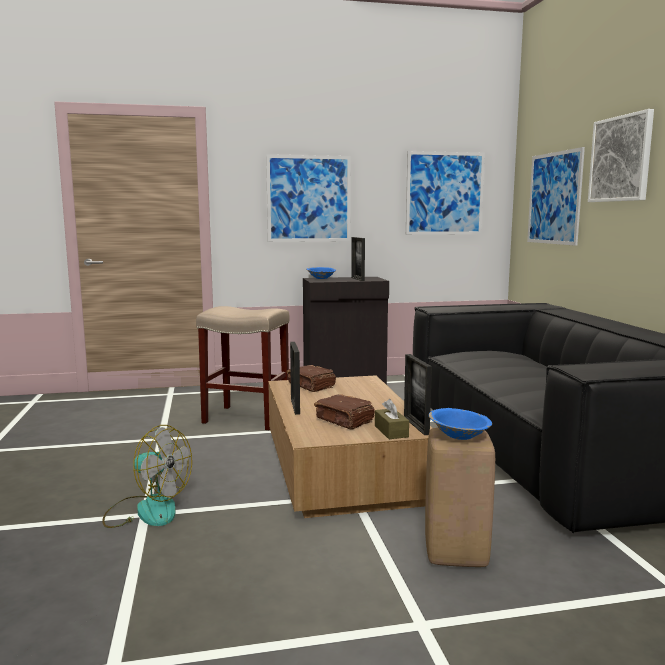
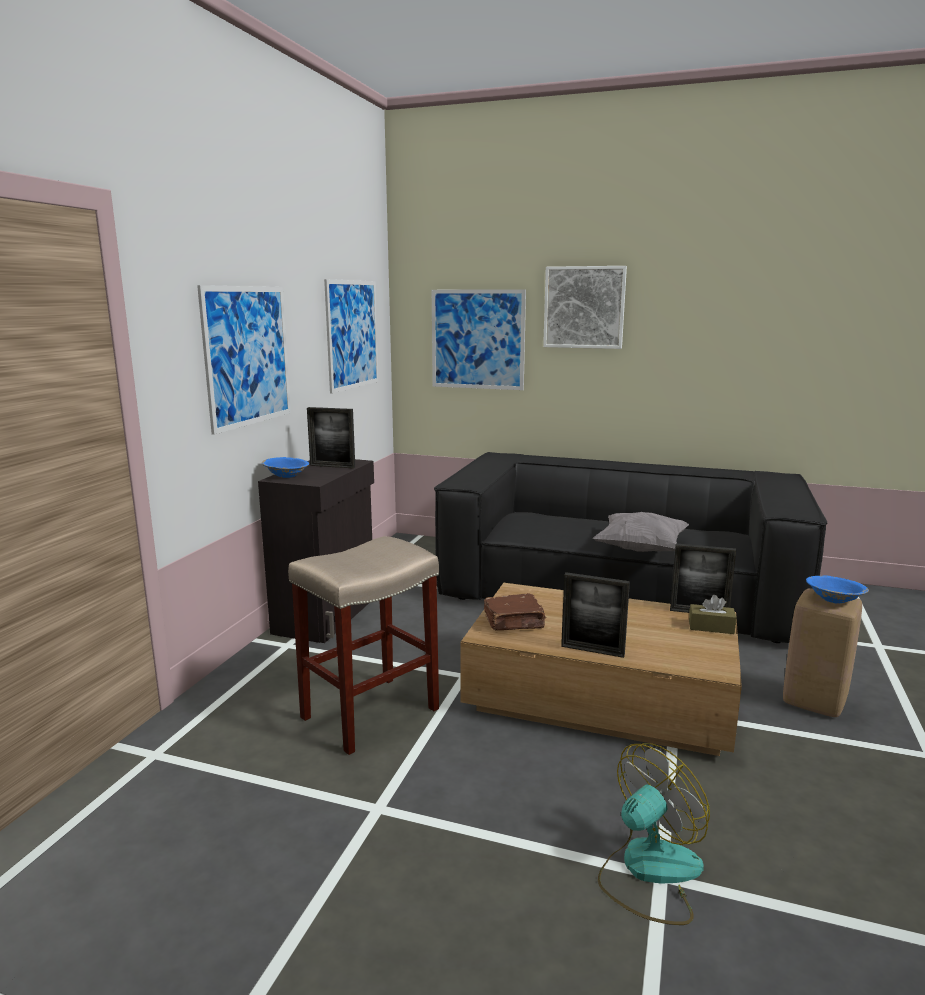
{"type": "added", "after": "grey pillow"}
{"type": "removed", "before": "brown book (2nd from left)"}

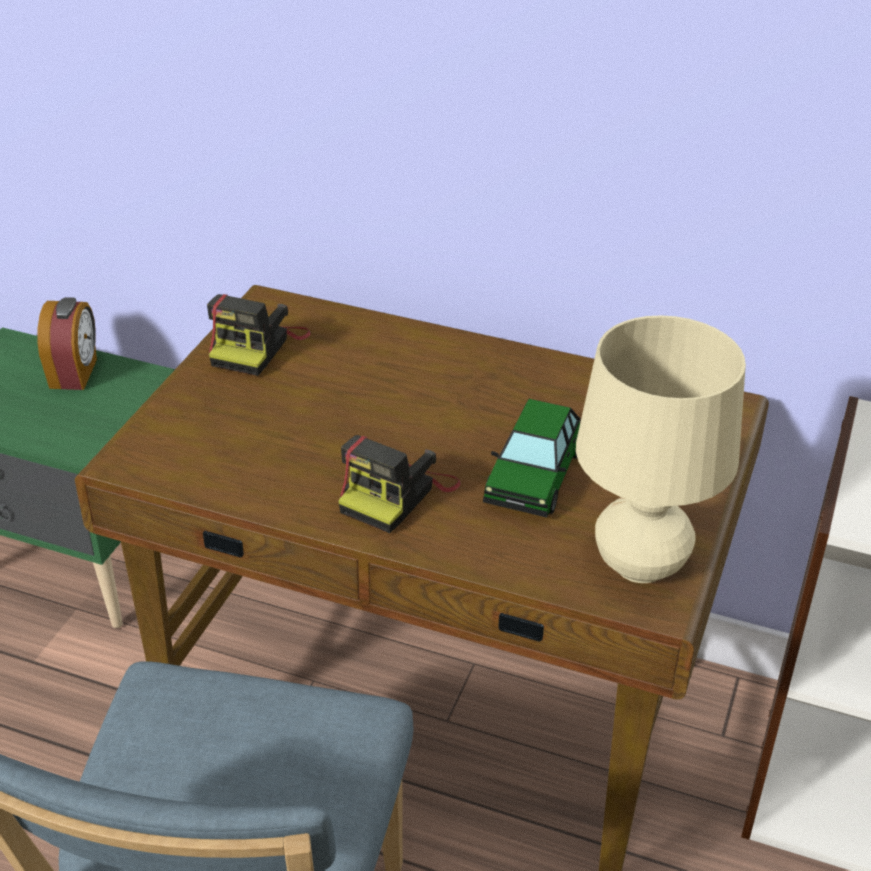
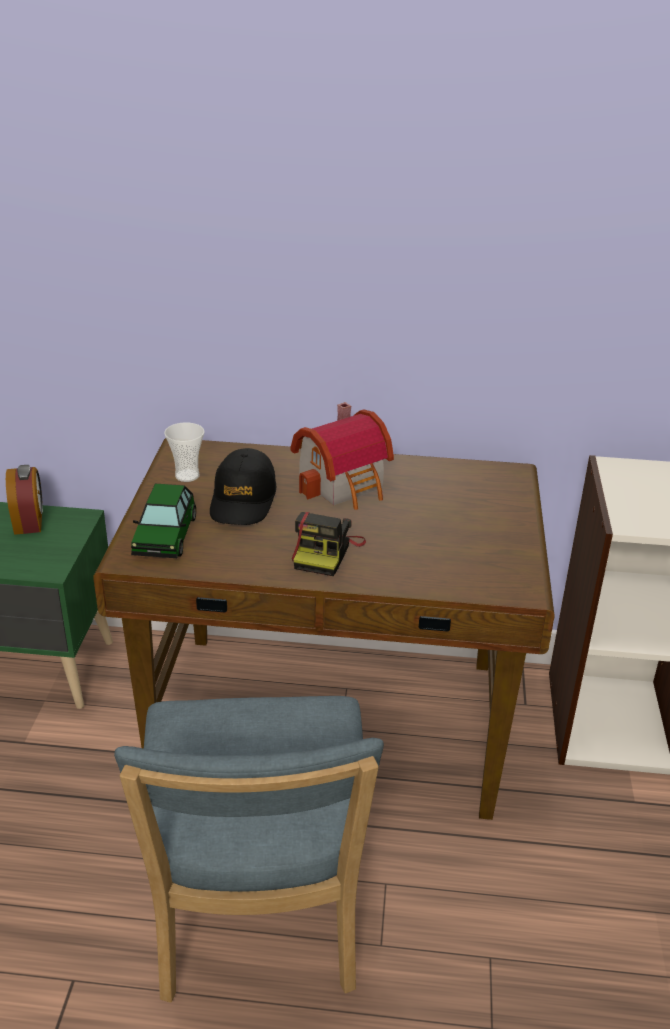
{"type": "moved", "before": "toy car"}
{"type": "replaced", "before": "photo camera (1st from left)", "after": "cup"}
{"type": "added", "after": "black cap"}
{"type": "added", "after": "toy house"}
{"type": "removed", "before": "beige table lamp"}

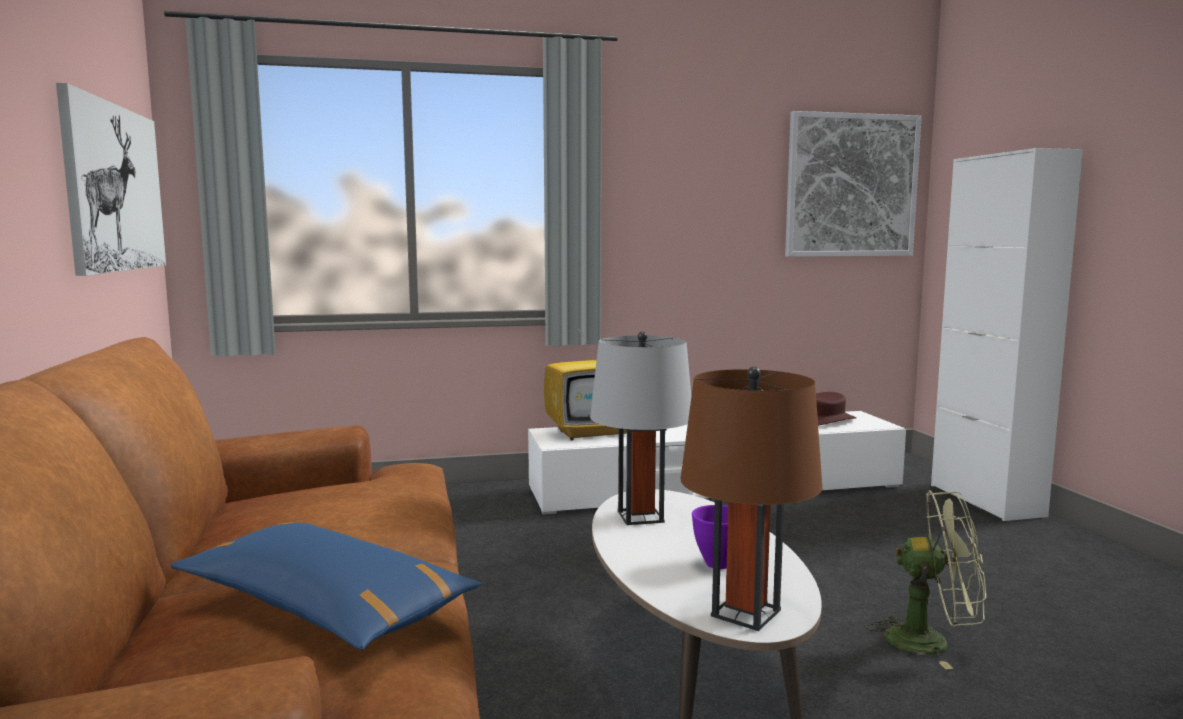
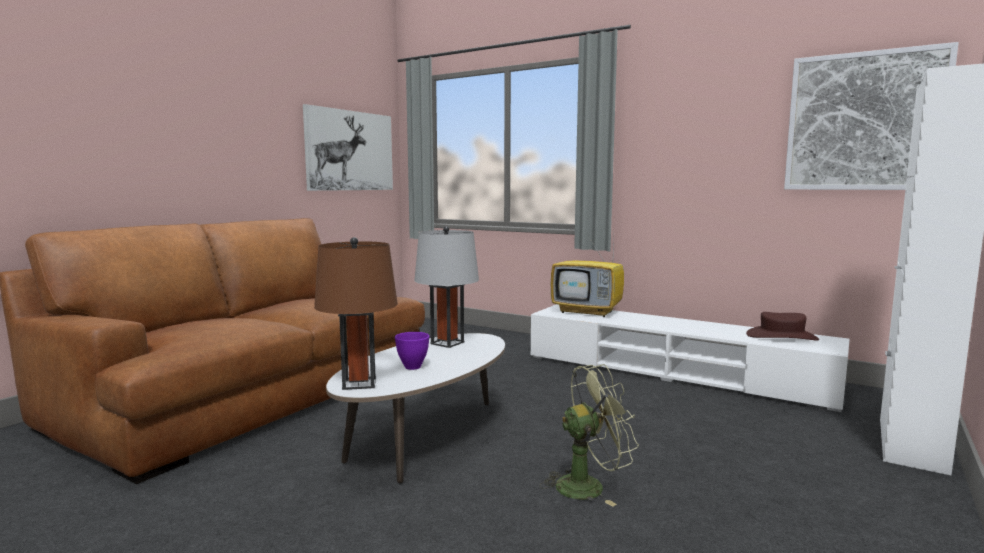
{"type": "turned", "before": "green fan", "turn": -75}
{"type": "removed", "before": "blue pillow"}

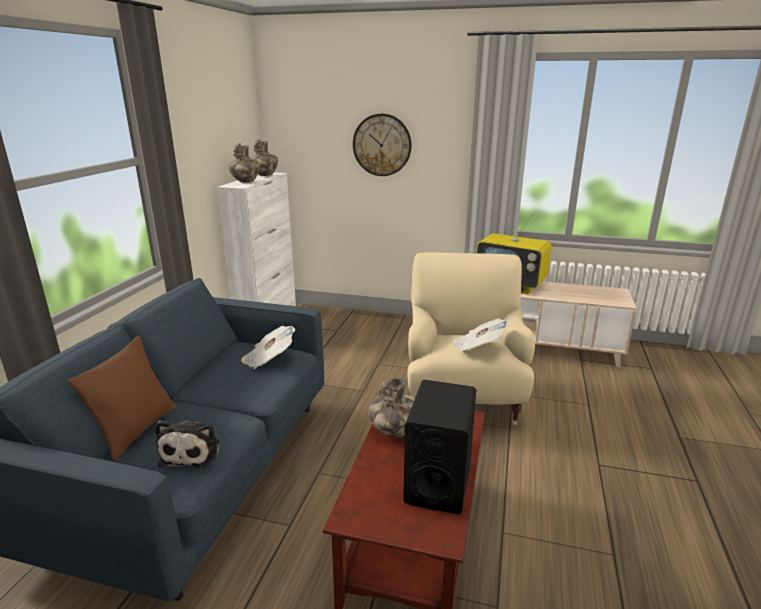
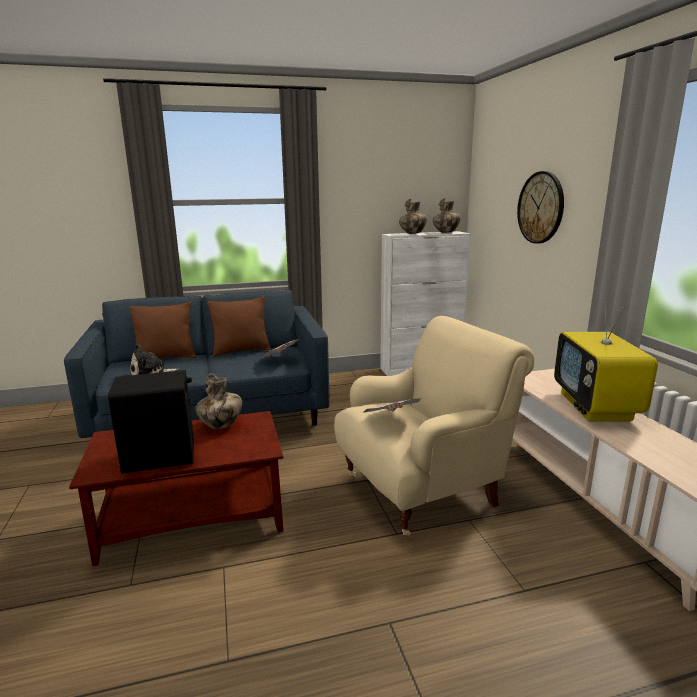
{"type": "added", "after": "brown pillow (2nd from left)"}

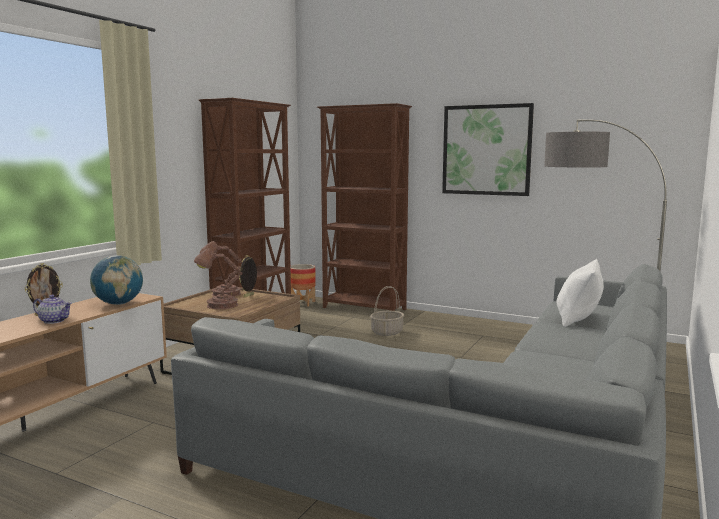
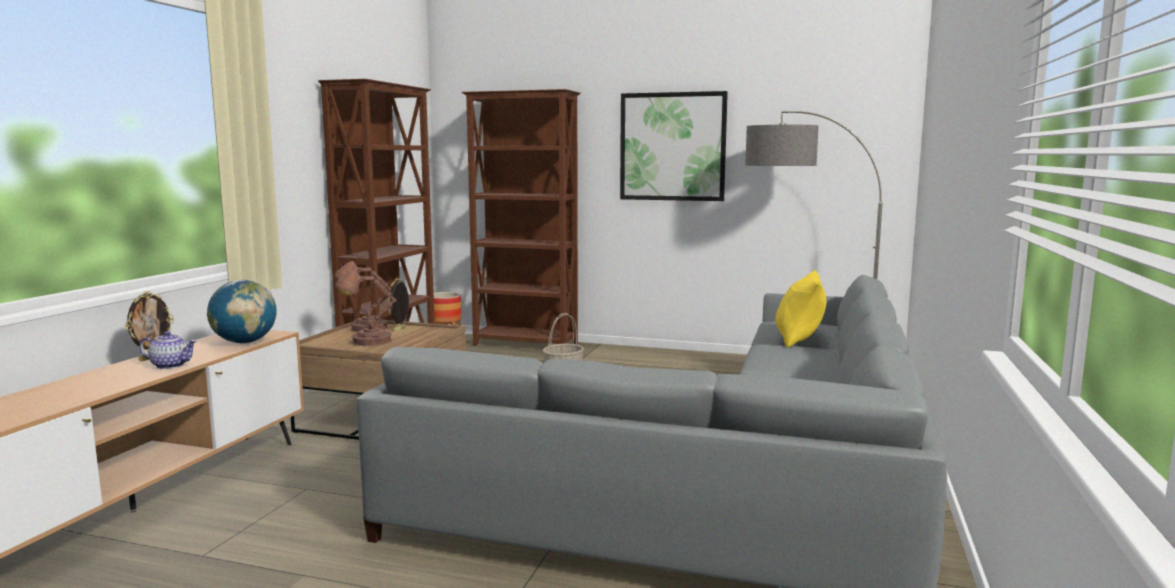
{"type": "recoloured", "before": "white pillow", "after": "yellow pillow"}

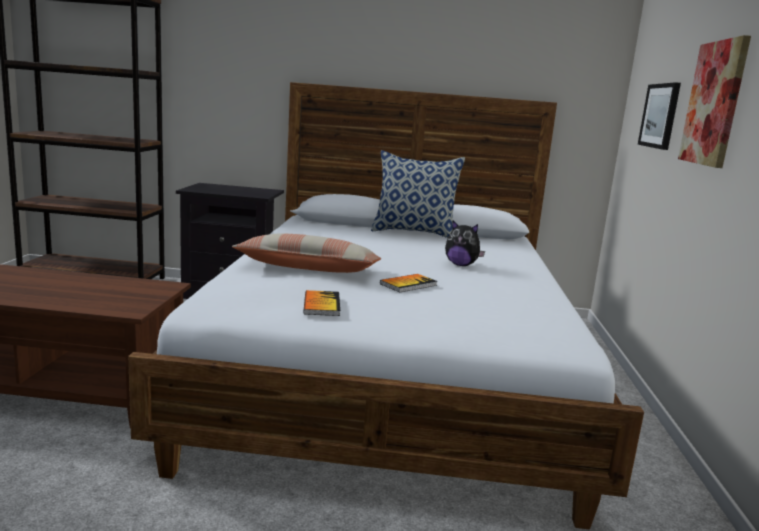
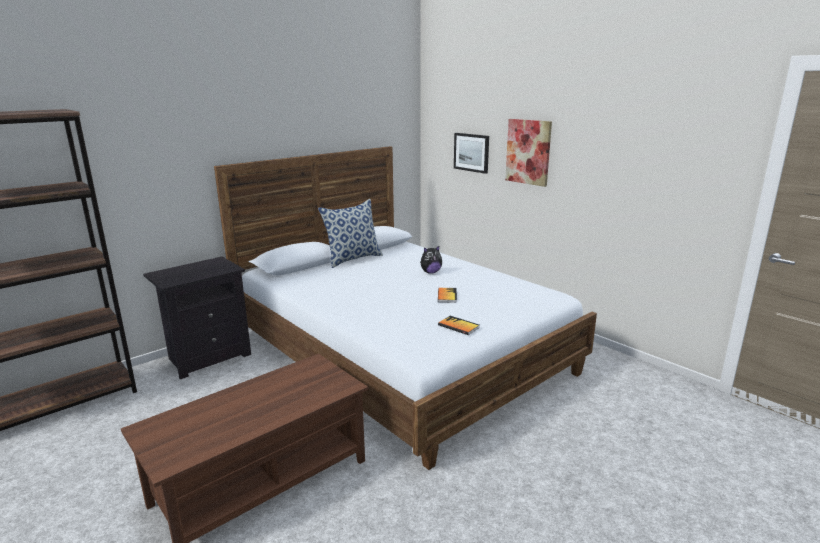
{"type": "removed", "before": "pillow (1st from left)"}

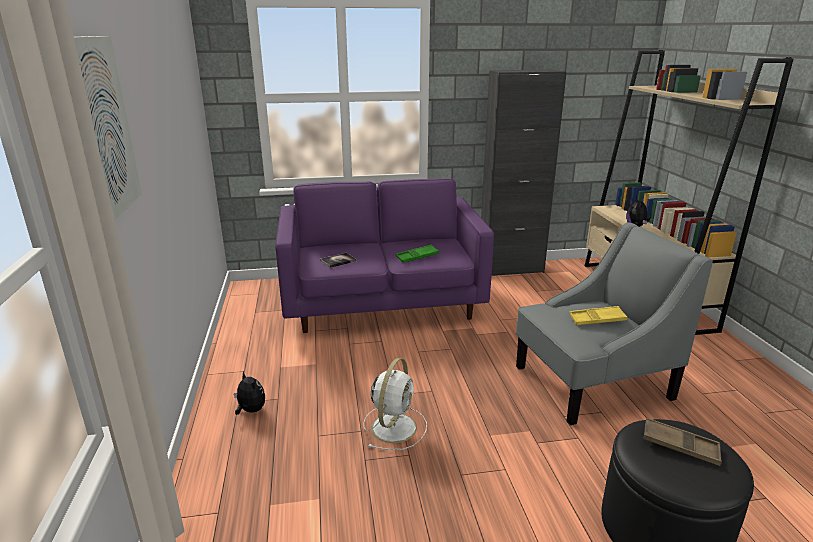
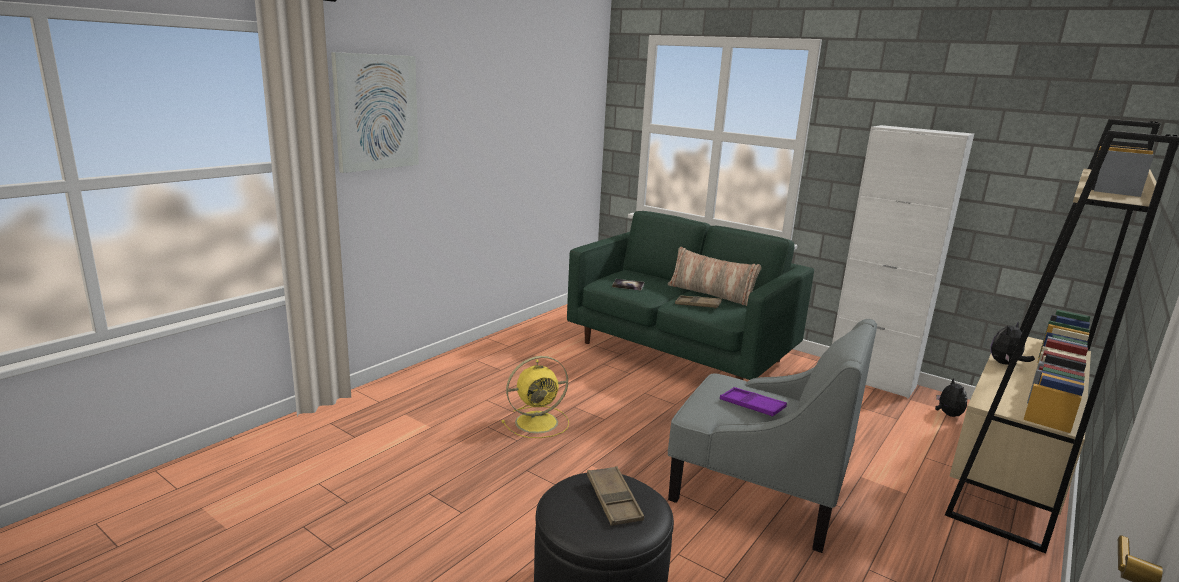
{"type": "recoloured", "before": "white fan", "after": "yellow fan"}
{"type": "recoloured", "before": "purple sofa", "after": "green sofa"}
{"type": "added", "after": "pillow"}
{"type": "recoloured", "before": "green tray", "after": "brown tray (2nd from left)"}
{"type": "recoloured", "before": "yellow tray", "after": "purple tray"}
{"type": "recoloured", "before": "black cabinet", "after": "white cabinet"}
{"type": "moved", "before": "plush toy (1st from left)"}

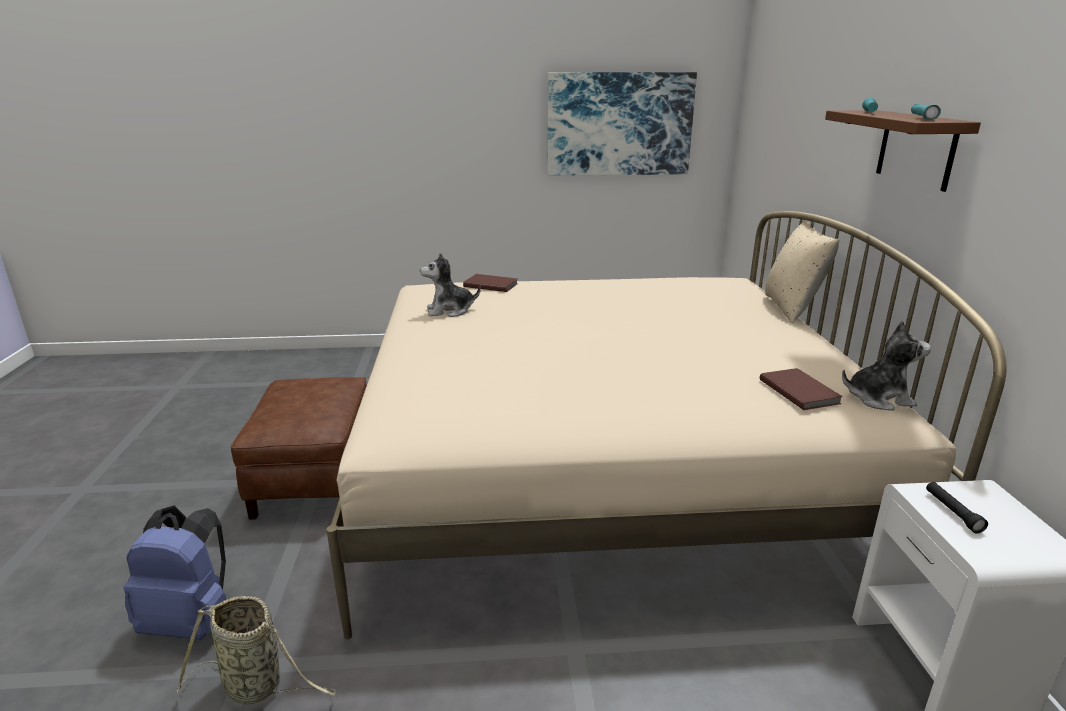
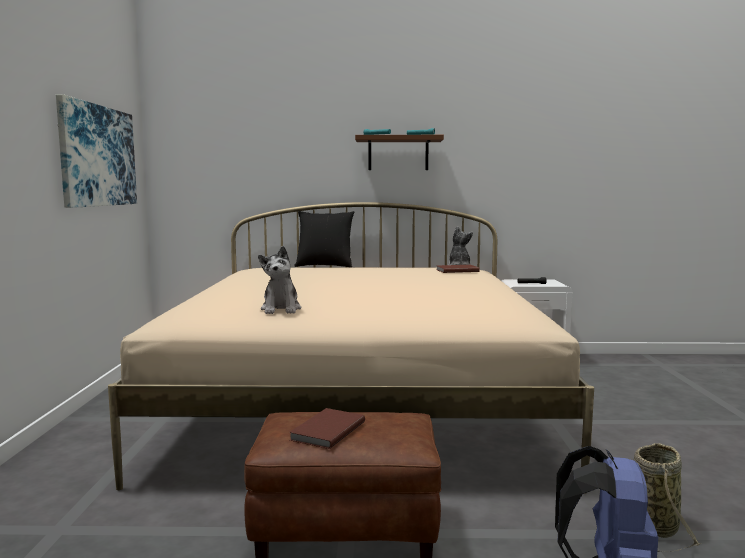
{"type": "moved", "before": "brown book (1st from left)"}
{"type": "recoloured", "before": "beige pillow", "after": "black pillow"}

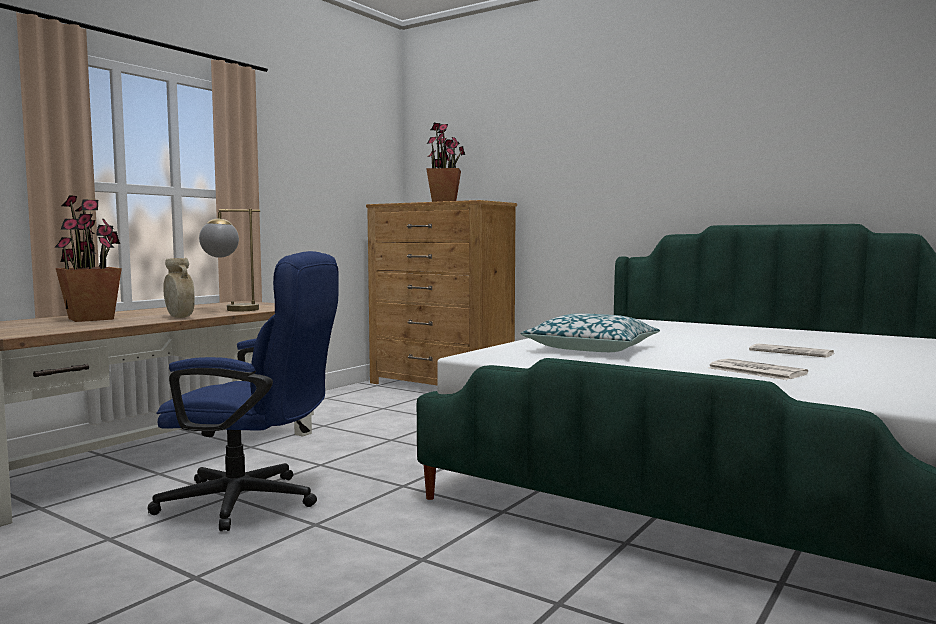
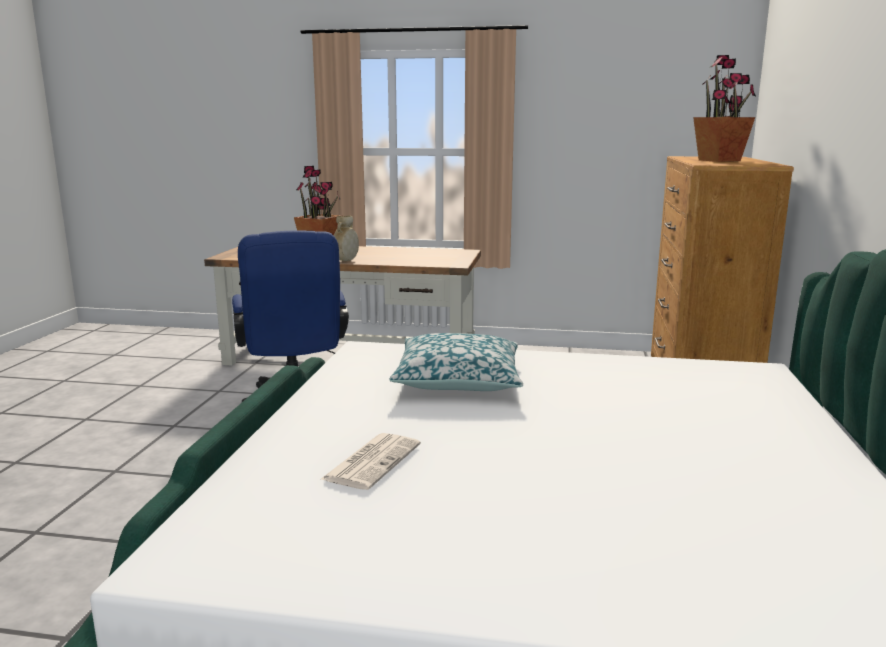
{"type": "removed", "before": "table lamp"}
{"type": "removed", "before": "newspaper (2nd from left)"}

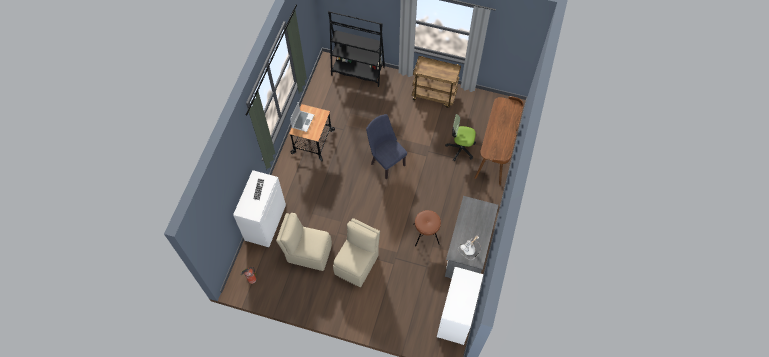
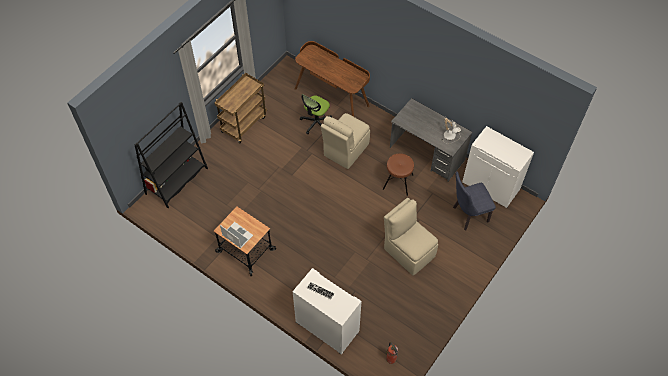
{"type": "moved", "before": "beige chair (1st from left)"}
{"type": "moved", "before": "blue chair"}

